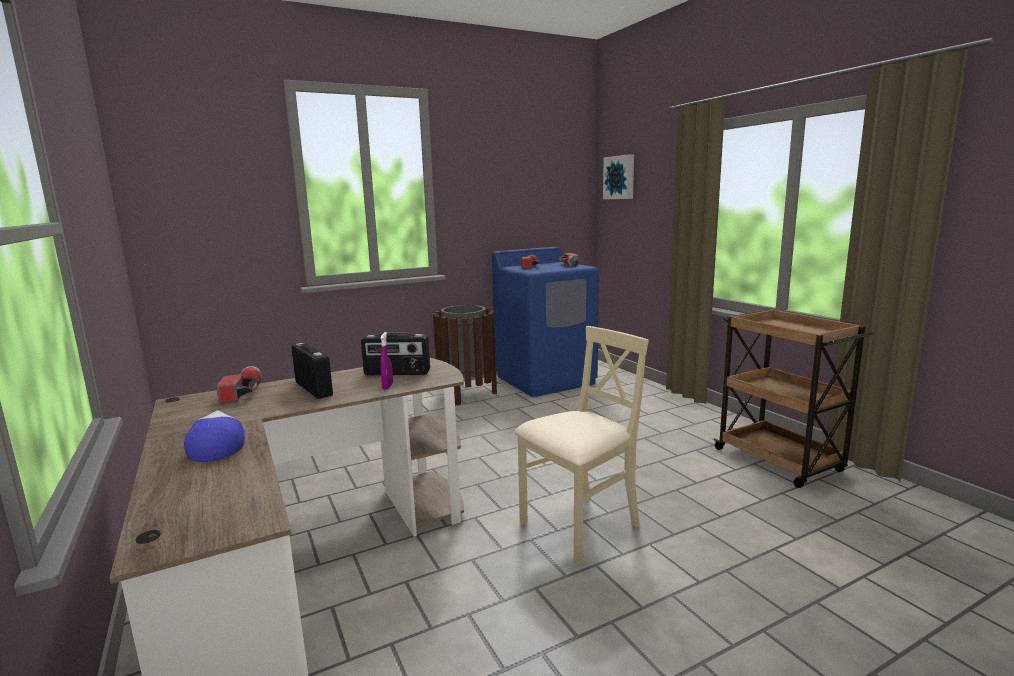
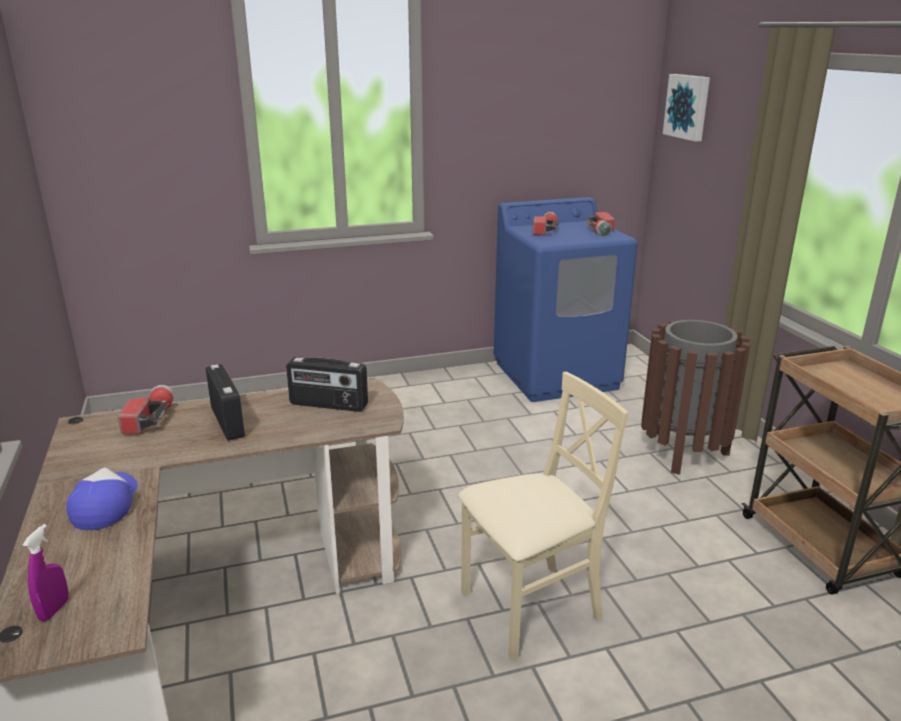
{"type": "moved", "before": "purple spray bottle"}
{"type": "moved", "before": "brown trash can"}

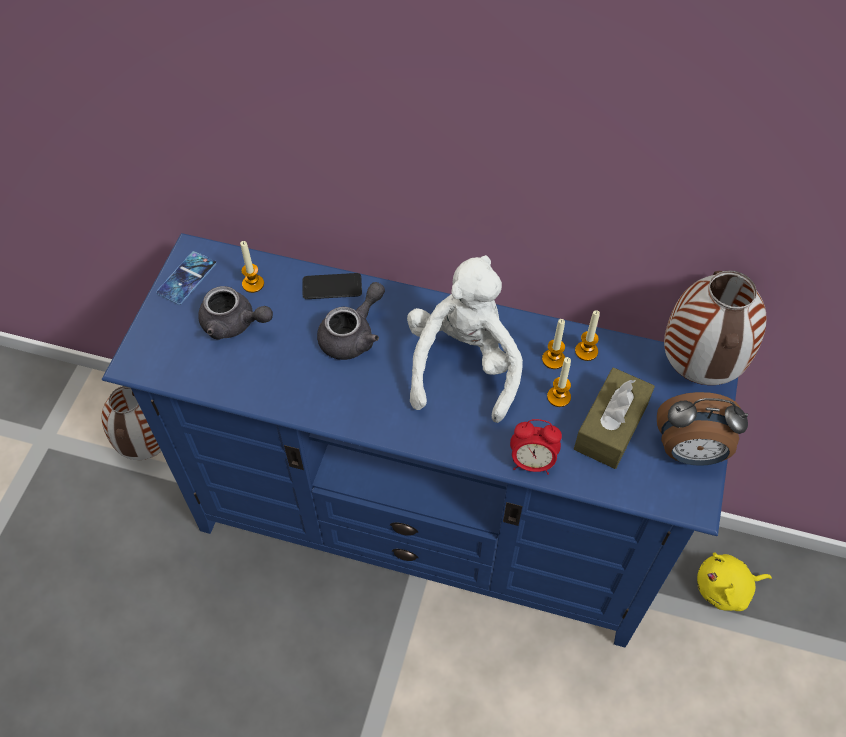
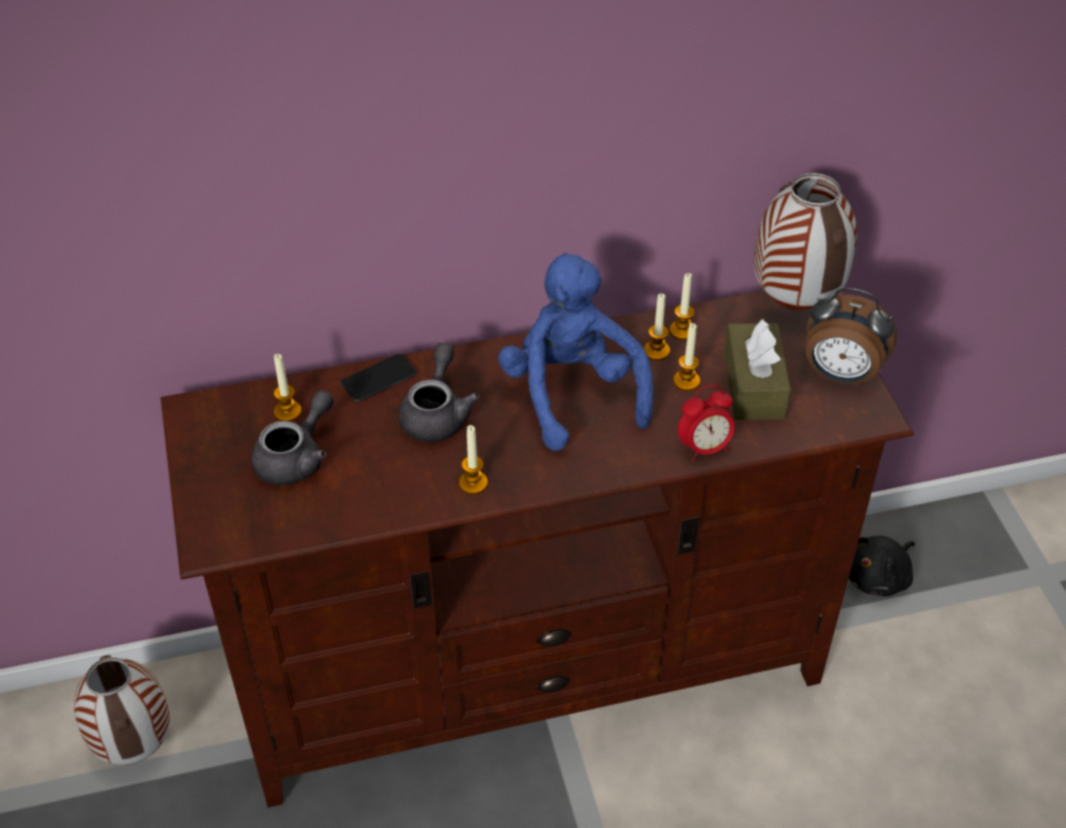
{"type": "recoloured", "before": "blue tv stand", "after": "brown tv stand"}
{"type": "turned", "before": "grey teapot (1st from left)", "turn": -45}
{"type": "added", "after": "candle (2nd from left)"}
{"type": "recoloured", "before": "white plush toy", "after": "blue plush toy"}
{"type": "turned", "before": "alarm clock (2nd from left)", "turn": 45}
{"type": "recoloured", "before": "yellow plush toy", "after": "black plush toy"}
{"type": "removed", "before": "phone (1st from left)"}

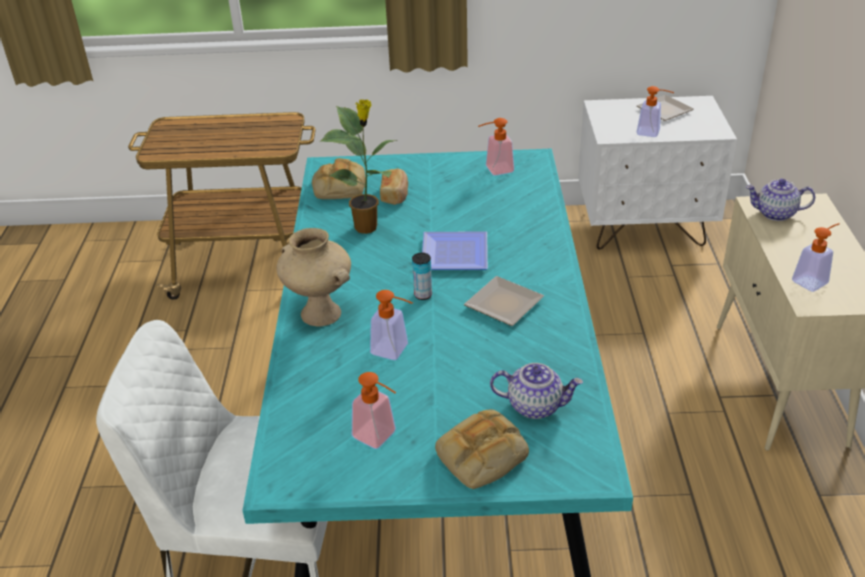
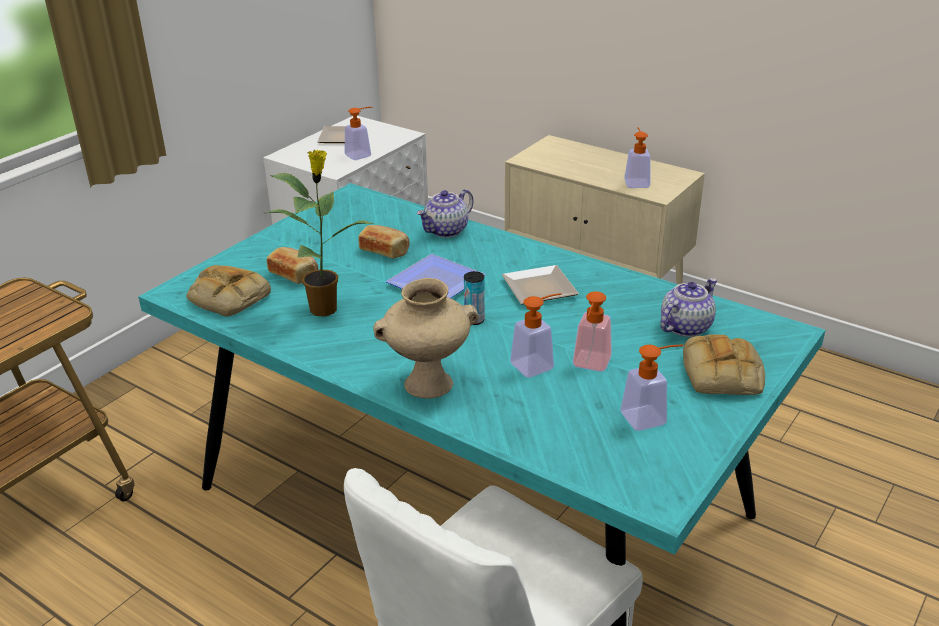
{"type": "added", "after": "bread (3rd from left)"}
{"type": "moved", "before": "teapot (2nd from left in the first image)", "after": "teapot (1st from left)"}
{"type": "moved", "before": "soap dispenser (3rd from left)"}

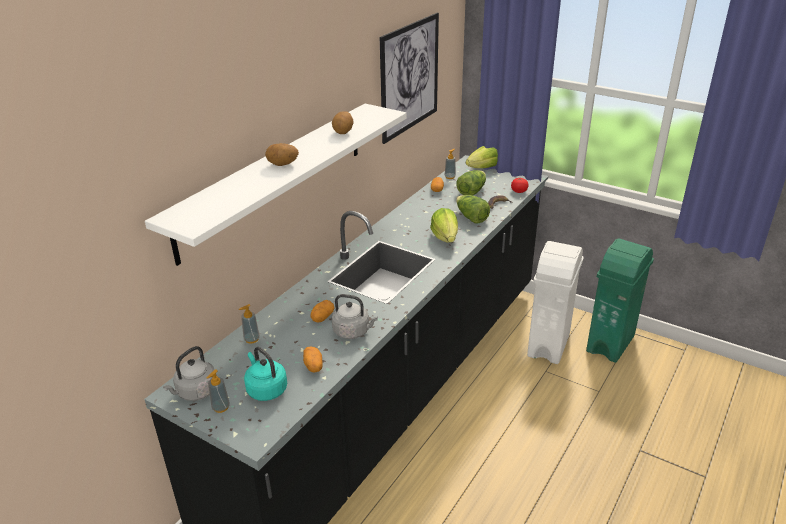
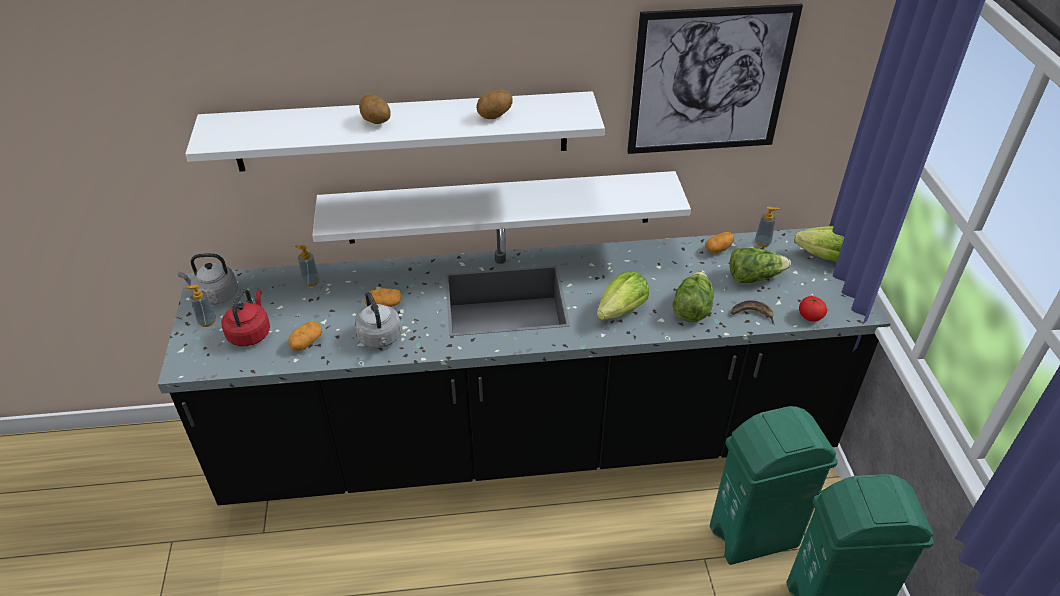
{"type": "recoloured", "before": "turquoise kettle", "after": "red kettle"}
{"type": "added", "after": "white shelf (2nd from left)"}
{"type": "recoloured", "before": "white trash can", "after": "green trash can (1st from left)"}

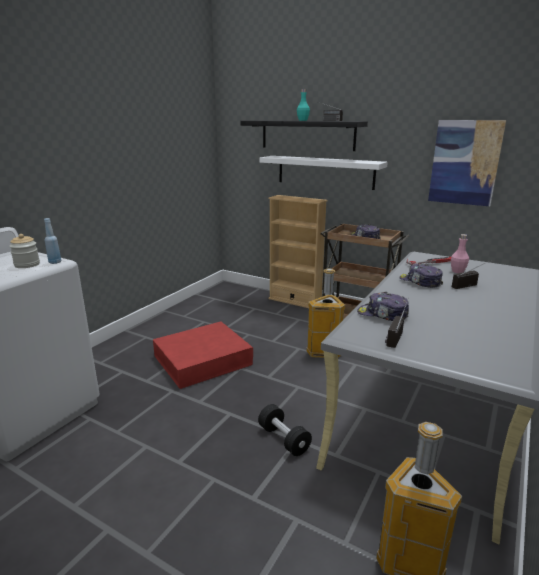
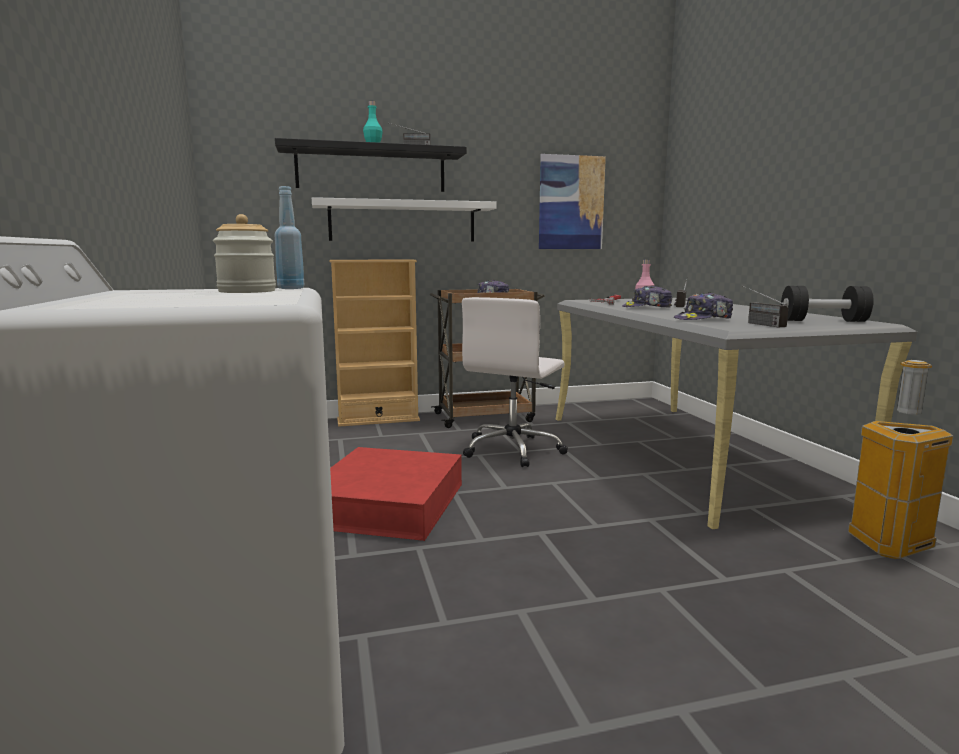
{"type": "replaced", "before": "trash can (1st from left)", "after": "white office chair"}
{"type": "moved", "before": "black dumbbell"}

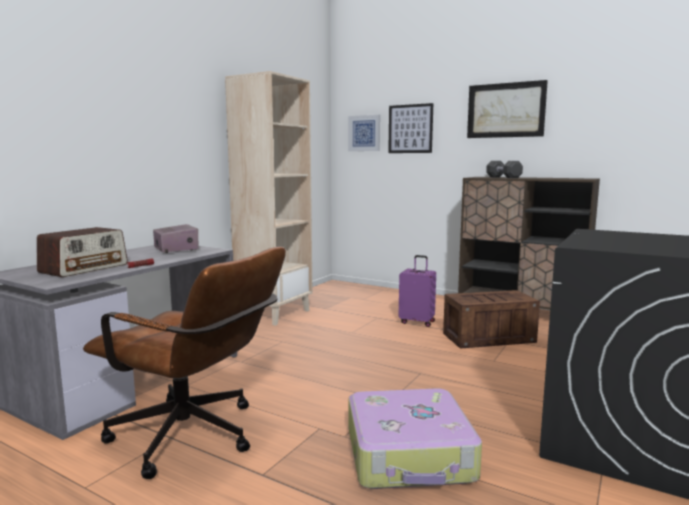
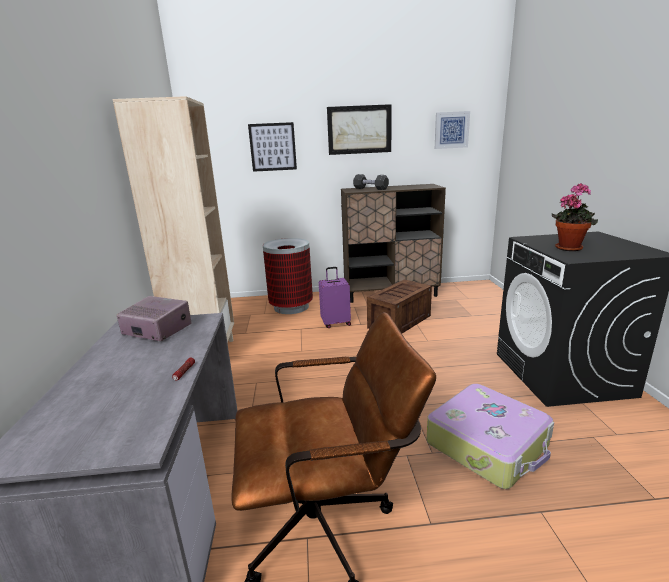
{"type": "added", "after": "trash can"}
{"type": "moved", "before": "picture (1st from left in the first image)", "after": "picture (3rd from left)"}
{"type": "added", "after": "potted plant"}
{"type": "removed", "before": "radio (1st from left)"}

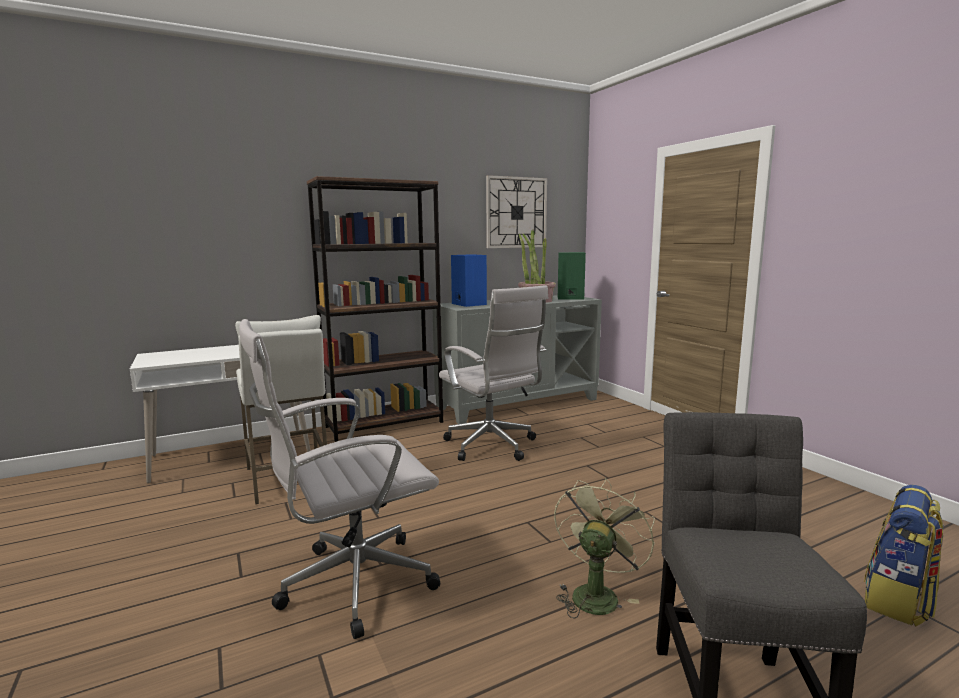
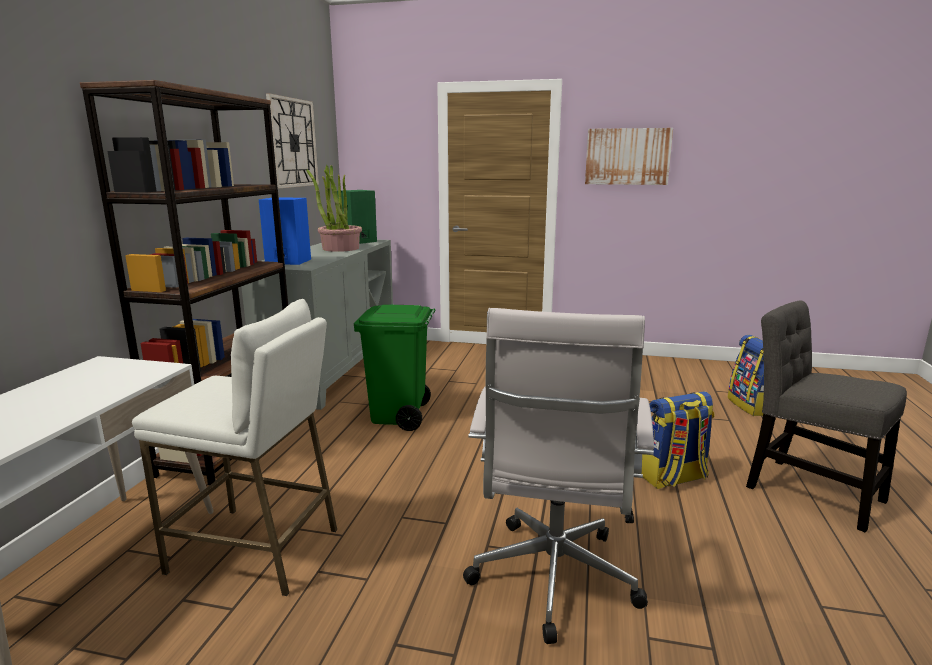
{"type": "replaced", "before": "white office chair (2nd from left)", "after": "green trash can"}
{"type": "added", "after": "picture"}
{"type": "replaced", "before": "green fan", "after": "backpack (1st from left)"}

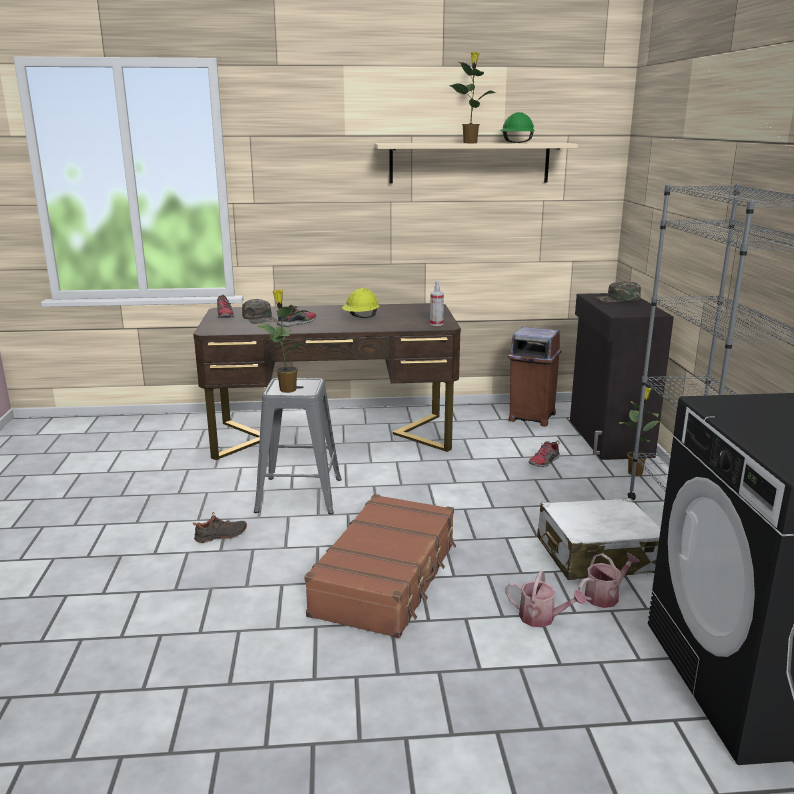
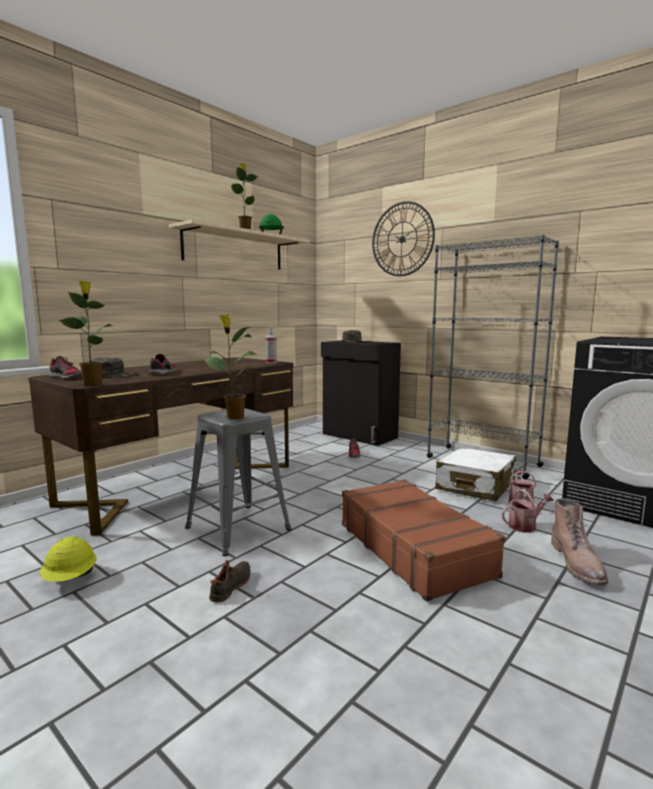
{"type": "moved", "before": "yellow hard hat"}
{"type": "moved", "before": "potted plant (3rd from left in the first image)", "after": "potted plant (1st from left)"}
{"type": "added", "after": "wall clock"}
{"type": "added", "after": "brown boot"}
{"type": "removed", "before": "brown trash can"}

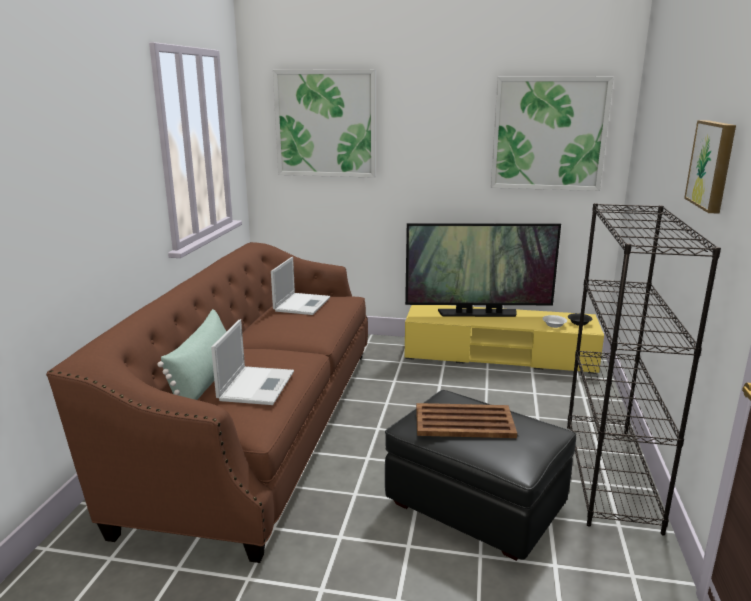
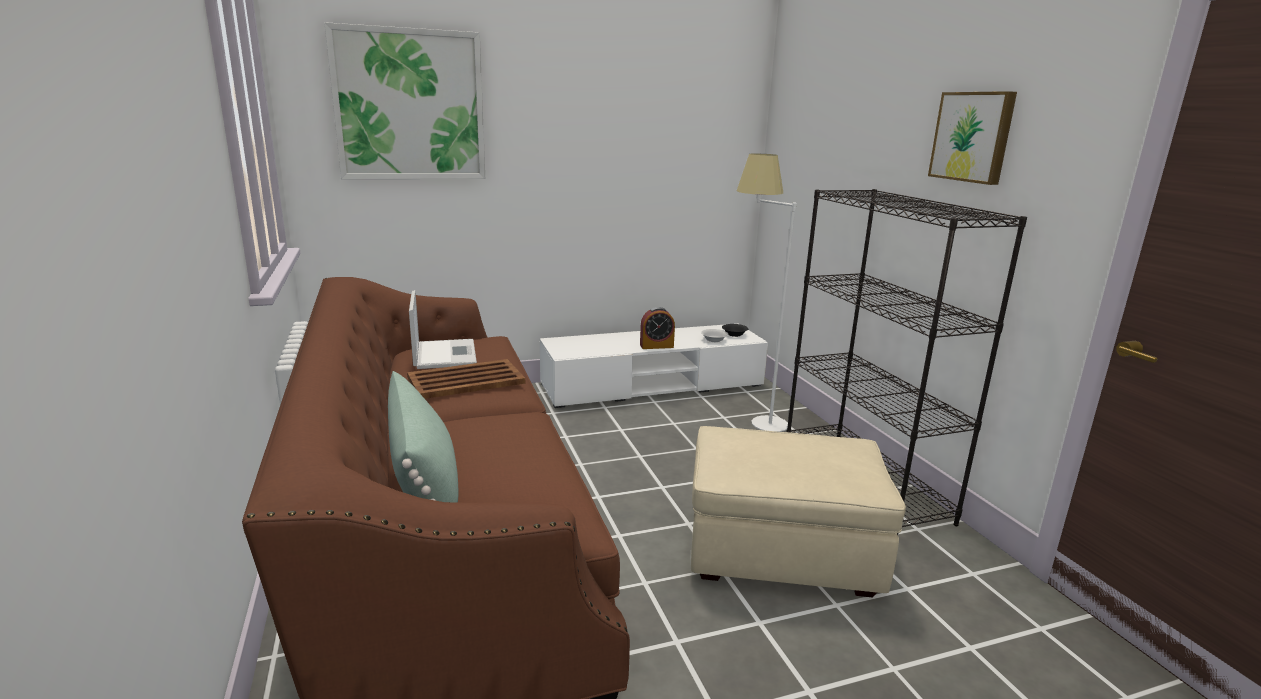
{"type": "moved", "before": "brown tray"}
{"type": "recoloured", "before": "yellow tv stand", "after": "white tv stand"}
{"type": "added", "after": "alarm clock"}
{"type": "recoloured", "before": "black ottoman", "after": "beige ottoman"}
{"type": "added", "after": "white floor lamp"}
{"type": "removed", "before": "laptop (1st from left)"}
{"type": "removed", "before": "television"}
{"type": "removed", "before": "picture (2nd from left)"}

